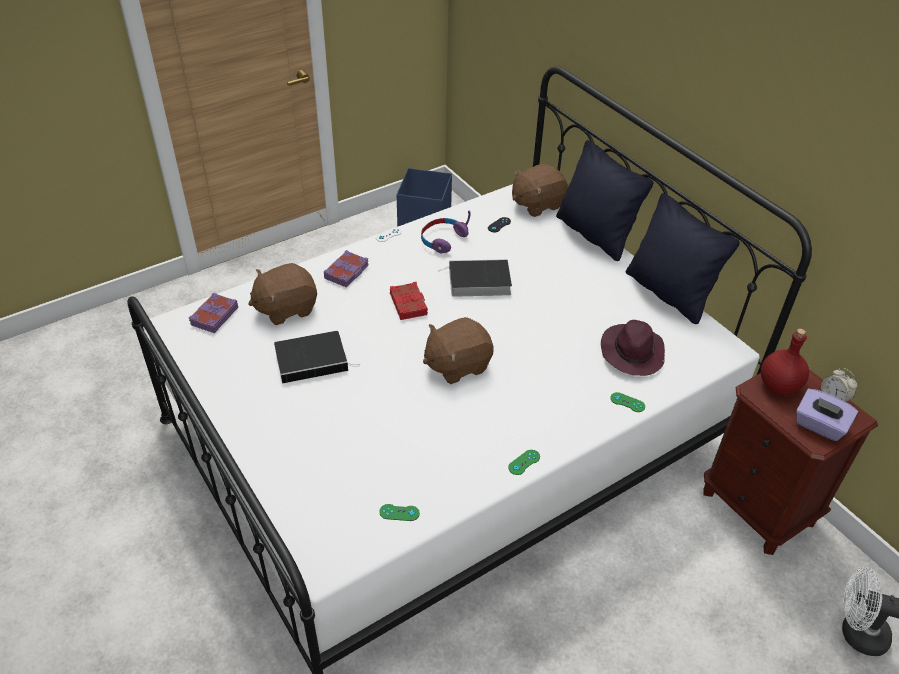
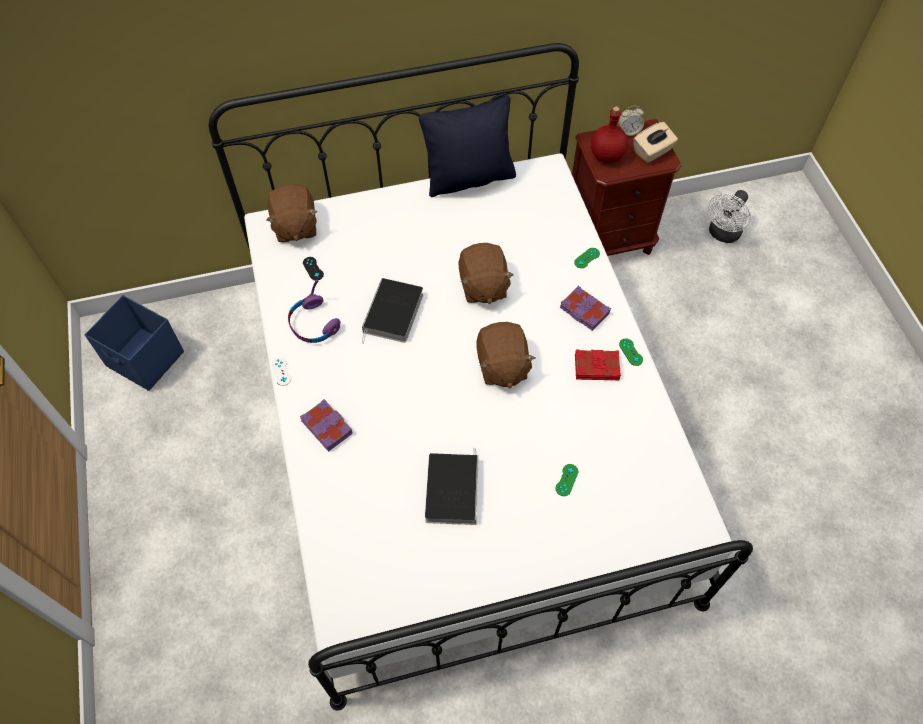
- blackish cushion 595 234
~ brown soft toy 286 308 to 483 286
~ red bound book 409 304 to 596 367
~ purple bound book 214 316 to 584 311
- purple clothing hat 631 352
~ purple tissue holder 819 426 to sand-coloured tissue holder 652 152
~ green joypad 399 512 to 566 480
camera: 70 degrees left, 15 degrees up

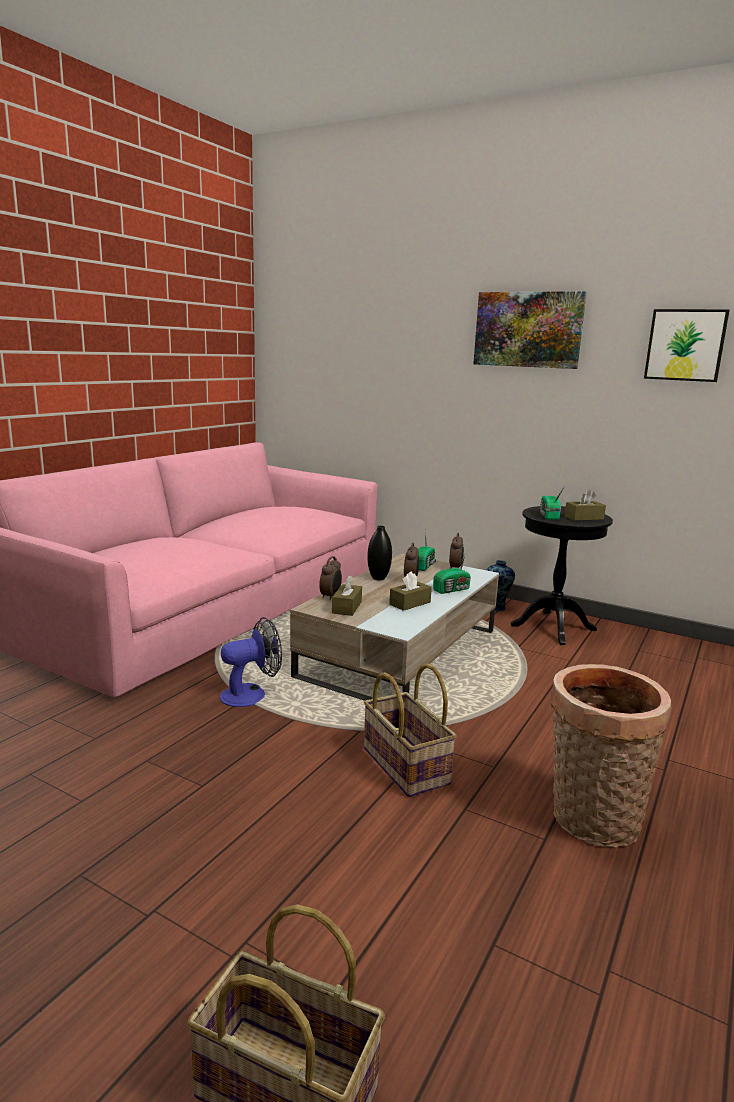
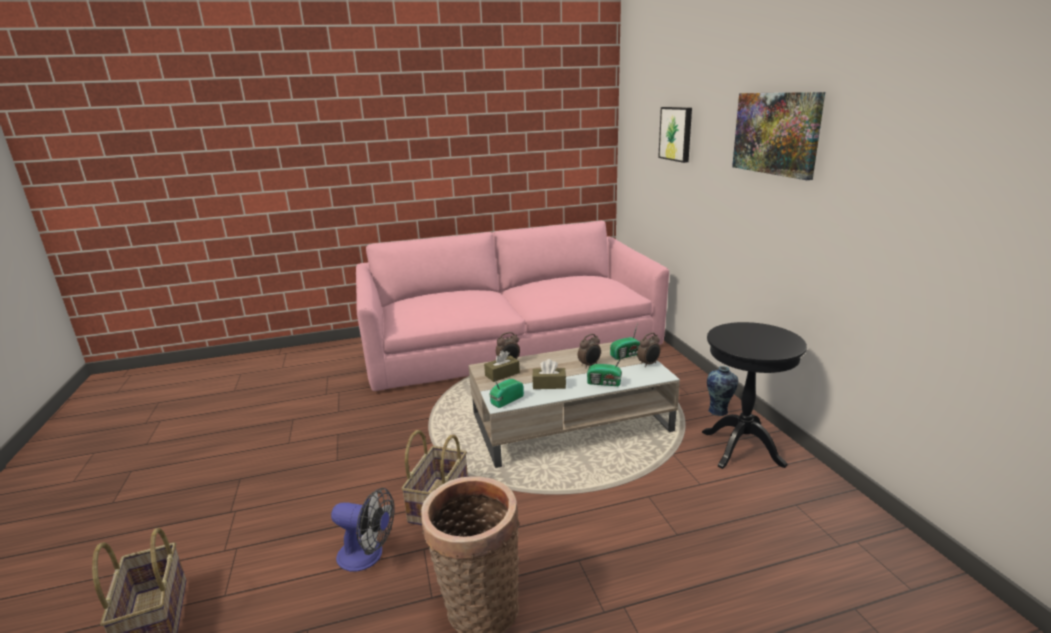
~ wall art 685 345 to 676 133
~ radio set 548 516 to 505 400
- brown tissue holder 584 518
- blackish flower vase 378 578
~ electric fan 251 694 to 367 556
camera: 45 degrees right, 5 degrees up

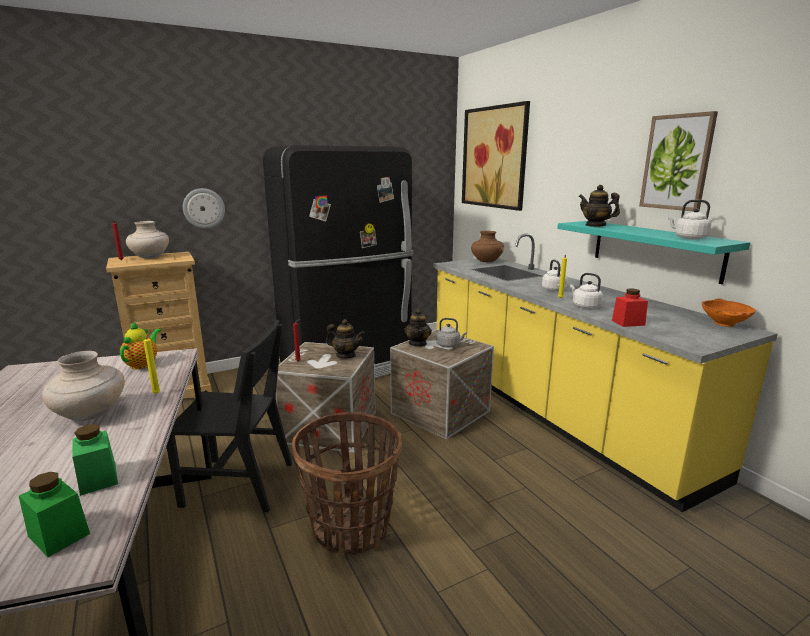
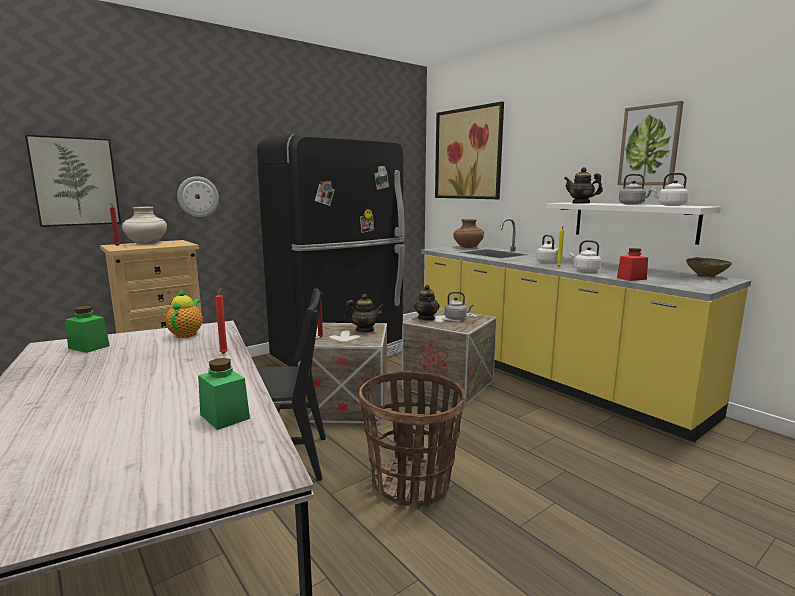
~ turquoise bracket shelf 654 249 to whitish bracket shelf 633 221
~ orange-coloured bowl 724 324 to sand-coloured bowl 706 276
~ yellow-coloured wax candle 157 393 to red wax candle 224 353
- sand-coloured flower vase 90 414
~ green storage jar 59 535 to 89 347
+ wall art 75 181
+ greyish water kettle 633 204
camera: 10 degrees left, 5 degrees down

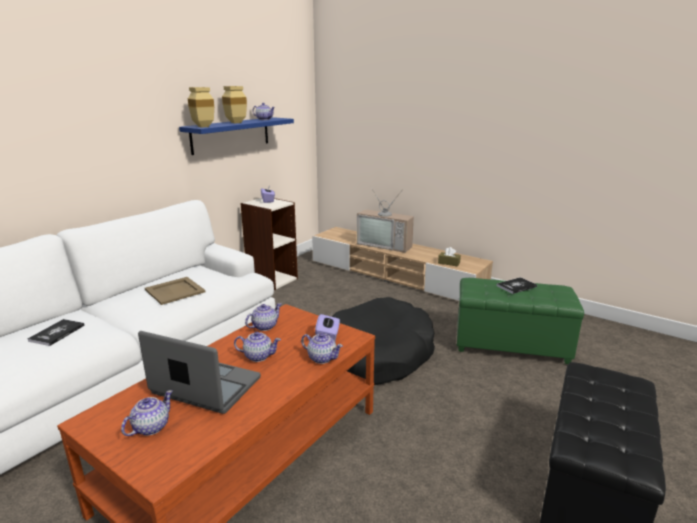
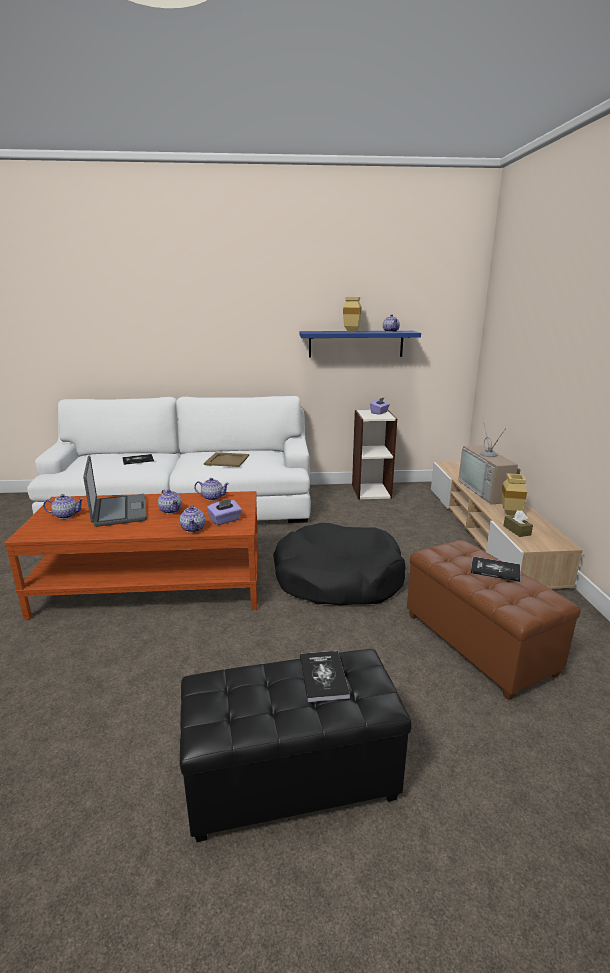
~ sand-coloured flower vase 202 126 to 509 512
~ green ottoman 510 345 to brown ottoman 478 644
+ bound book 323 676
camera: 50 degrees right, 0 degrees up

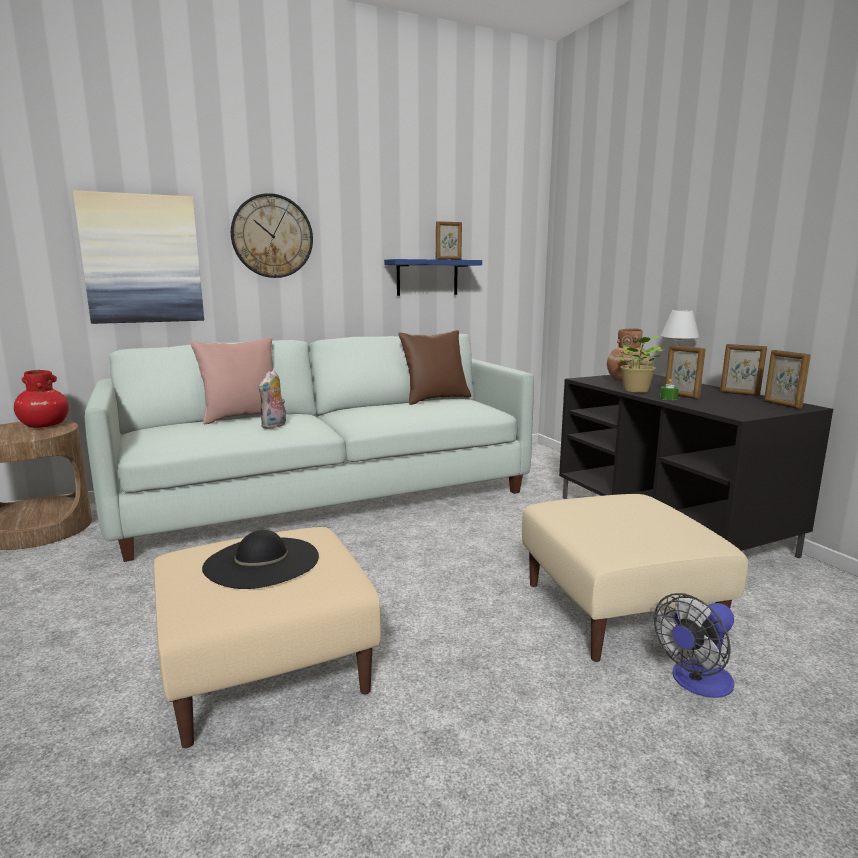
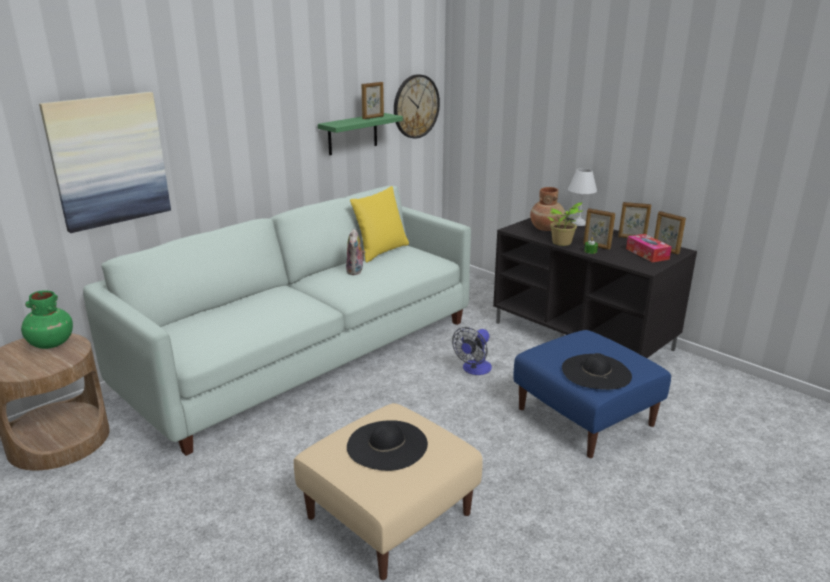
~ hanging clock 272 236 to 416 106
~ bluish bracket shelf 427 277 to green bracket shelf 352 134
~ brown cushion 435 399 to yellow-coloured cushion 381 251
- pinkish cushion 242 417
~ red flower vase 44 425 to green flower vase 51 343
~ soft toy 274 426 to 356 271
~ sand-coloured ottoman 620 610 to bluish ottoman 586 417
~ electric fan 696 683 to 474 370
+ tissue holder 647 254
+ blackish clothing hat 596 372
camera: 20 degrees left, 10 degrees up

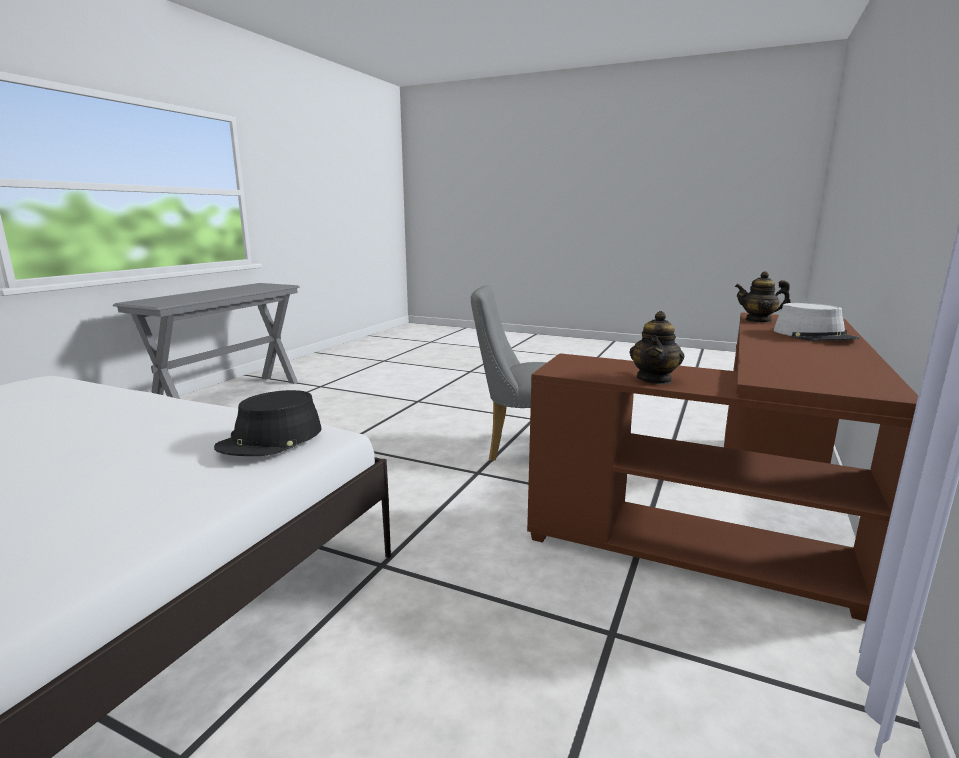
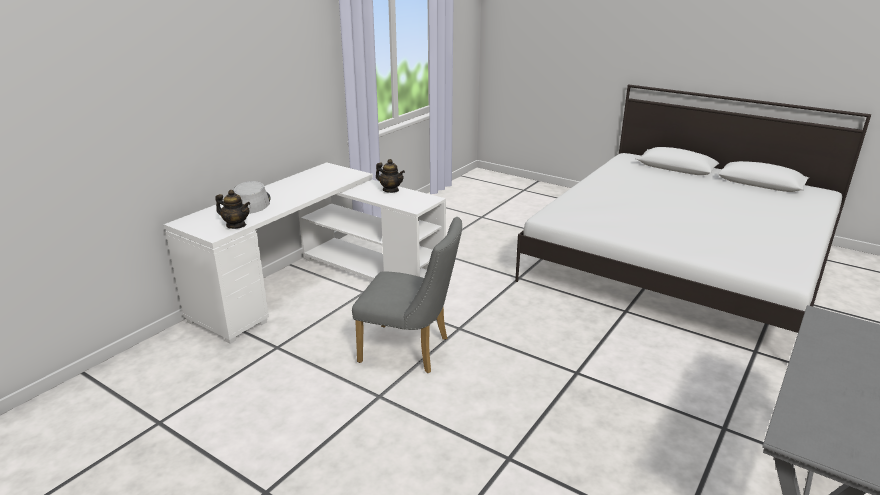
~ pot for tea 654 379 = 390 190 90 degrees clockwise
~ brown desk table 738 513 to whitish desk table 318 285
- blackish clothing hat 271 439
camera: 170 degrees left, 10 degrees up

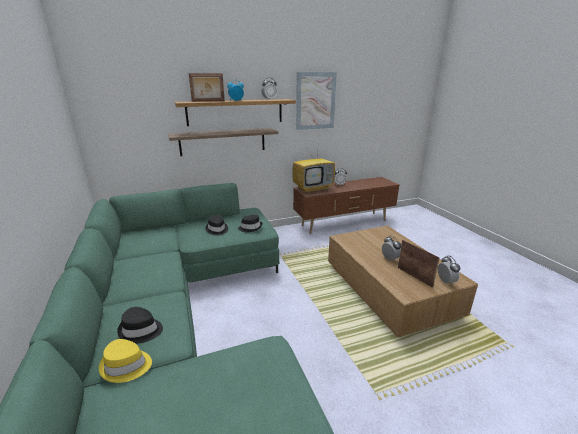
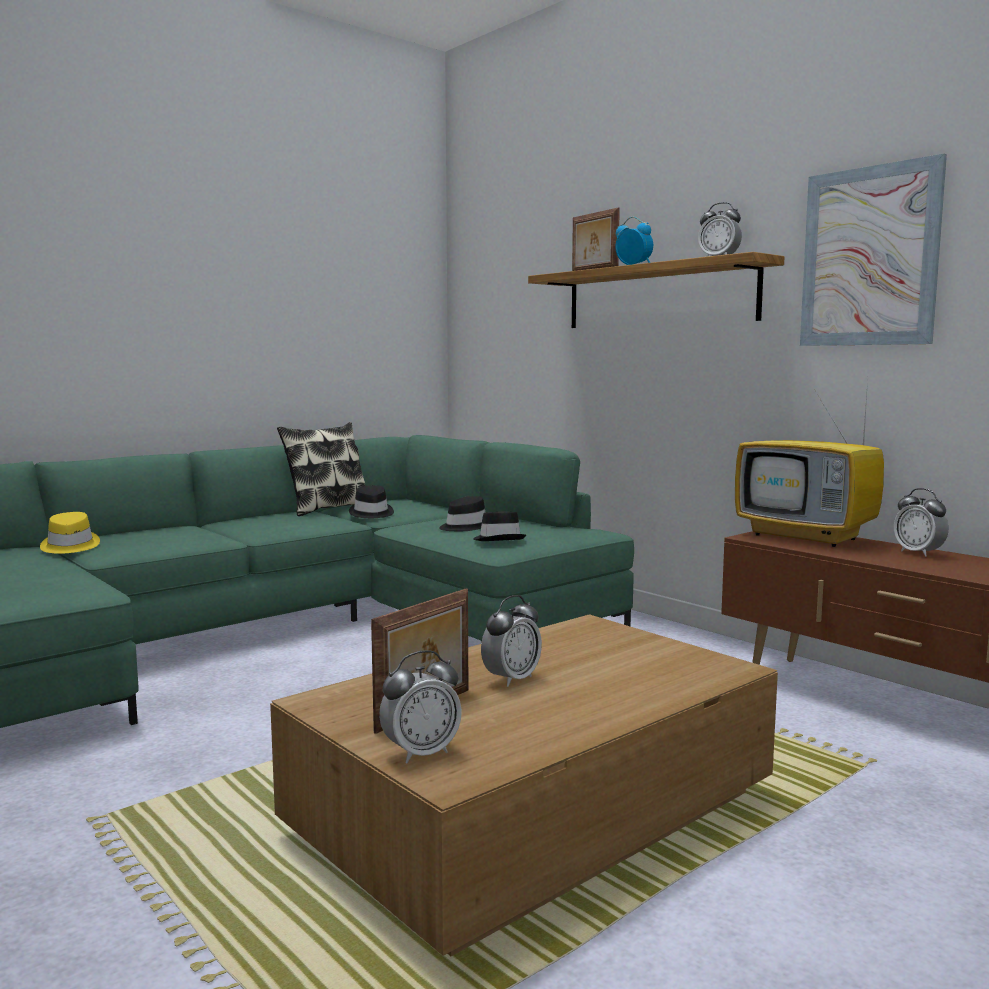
- bracket shelf 223 141
~ blackish clothing hat 141 330 to 371 513
+ cushion 327 509
camera: 70 degrees right, 15 degrees down

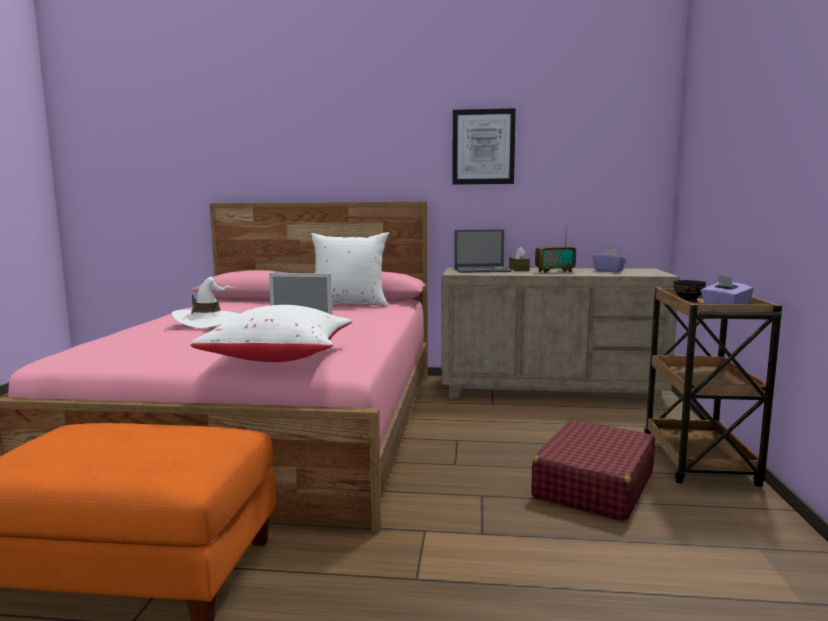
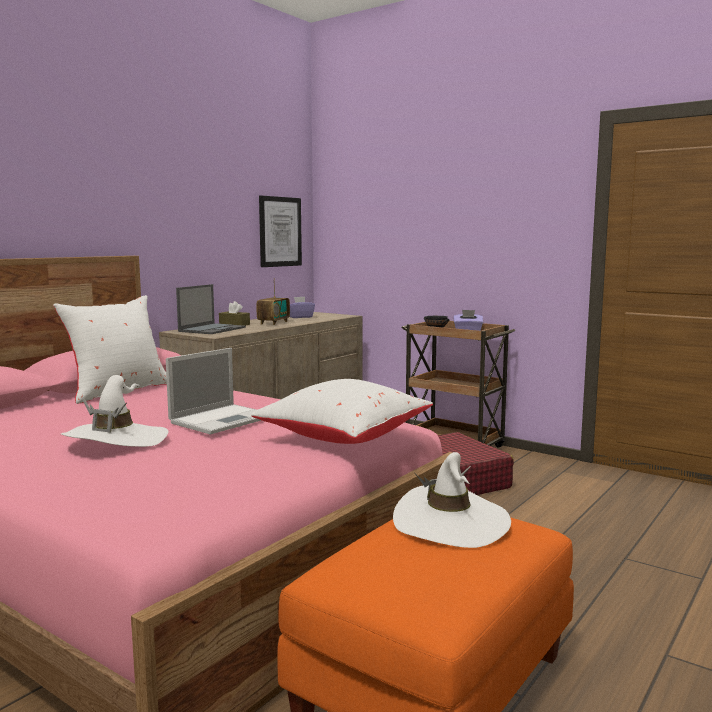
~ wall art 483 147 to 280 231
+ whitish clothing hat 451 523
camera: 60 degrees left, 0 degrees up

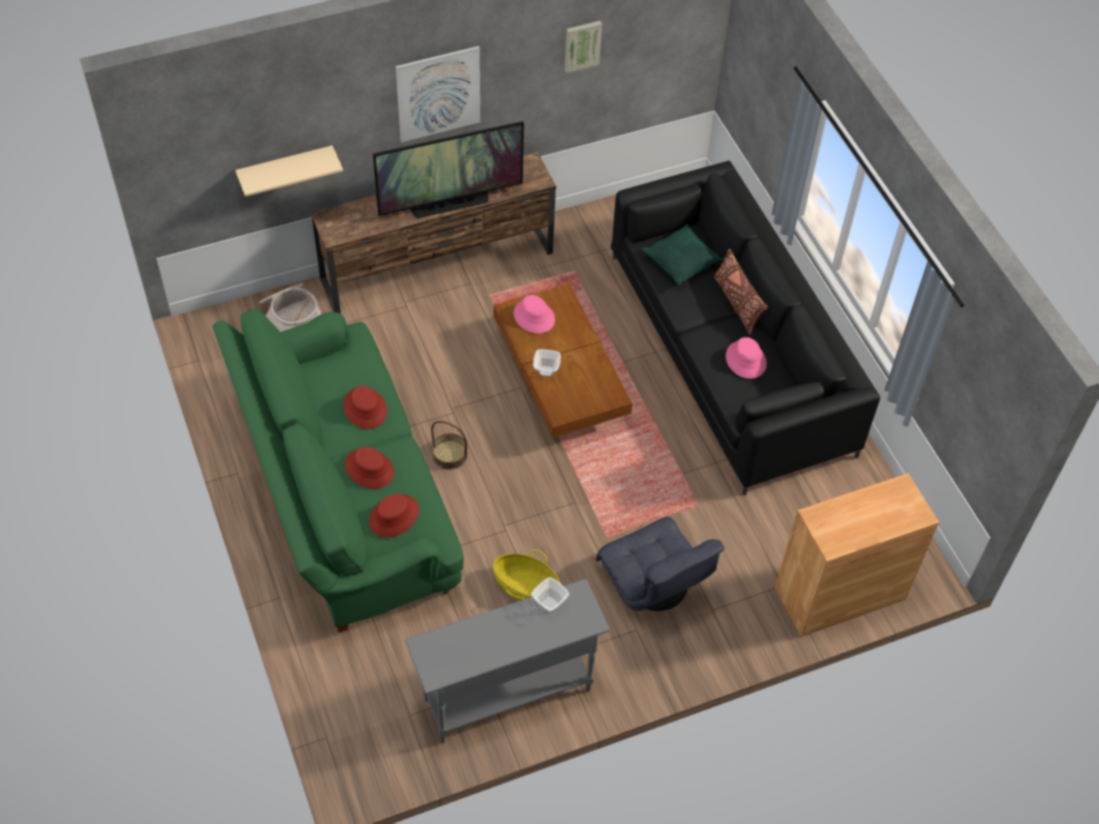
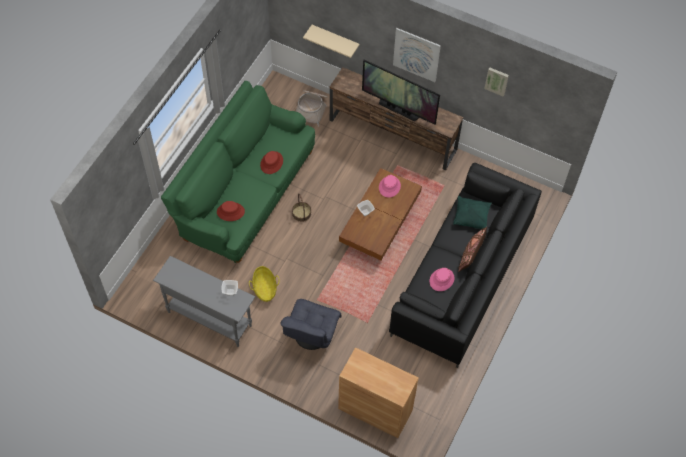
- red clothing hat 369 469
camera: 50 degrees right, 5 degrees up

